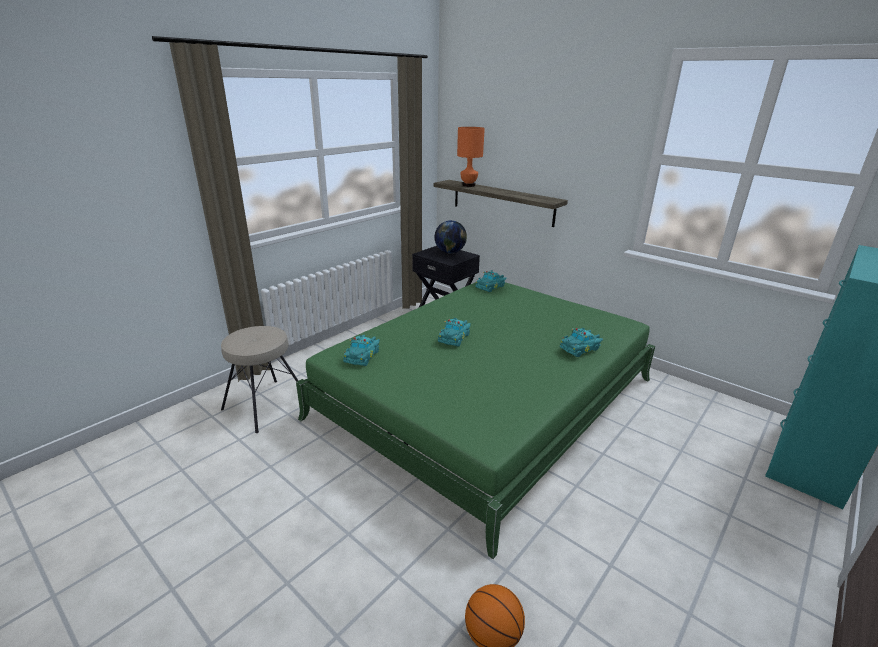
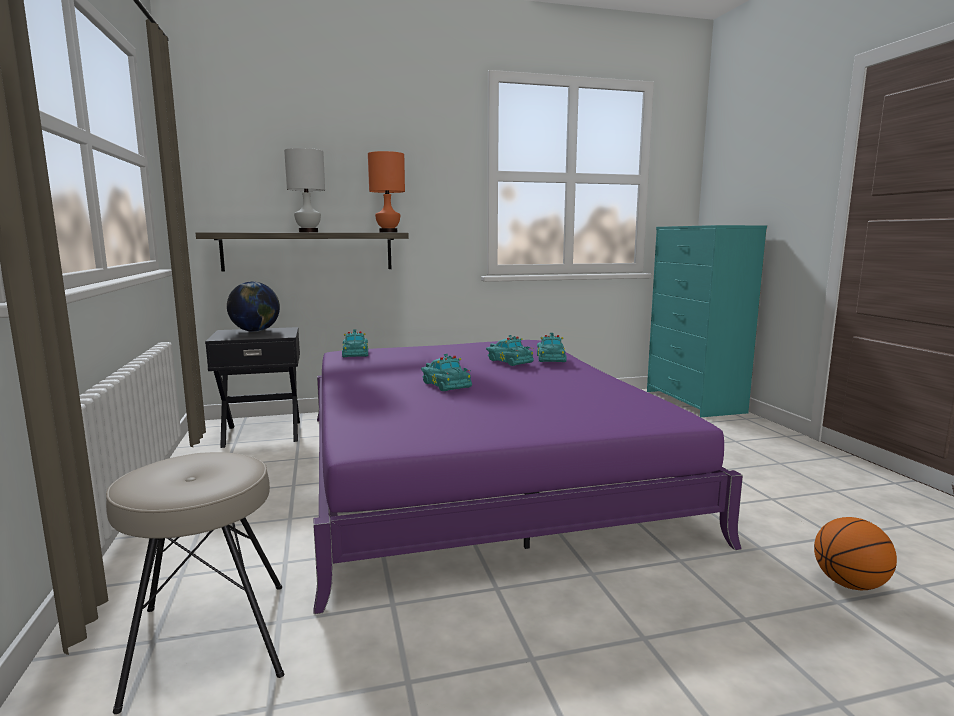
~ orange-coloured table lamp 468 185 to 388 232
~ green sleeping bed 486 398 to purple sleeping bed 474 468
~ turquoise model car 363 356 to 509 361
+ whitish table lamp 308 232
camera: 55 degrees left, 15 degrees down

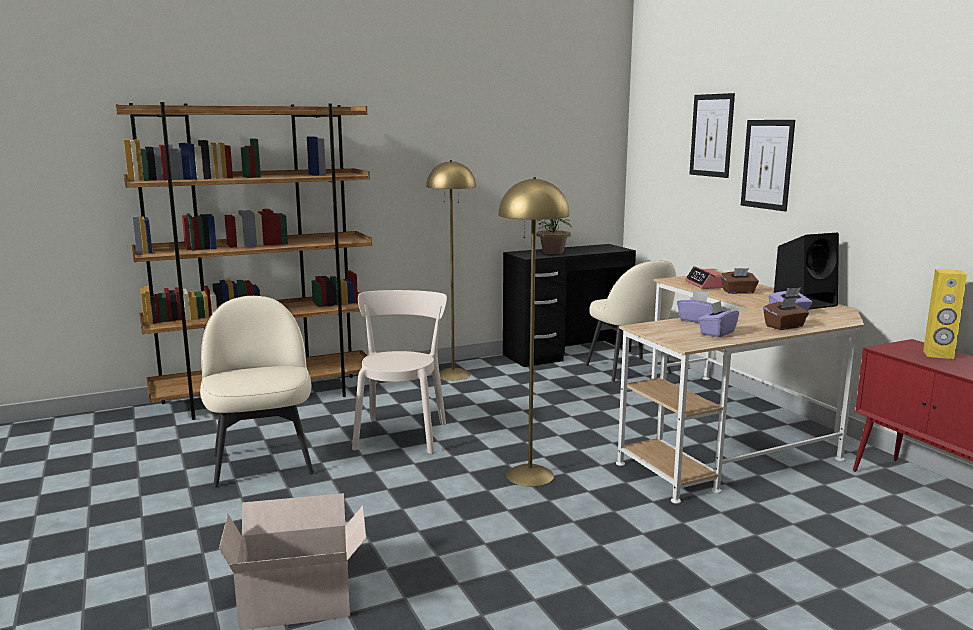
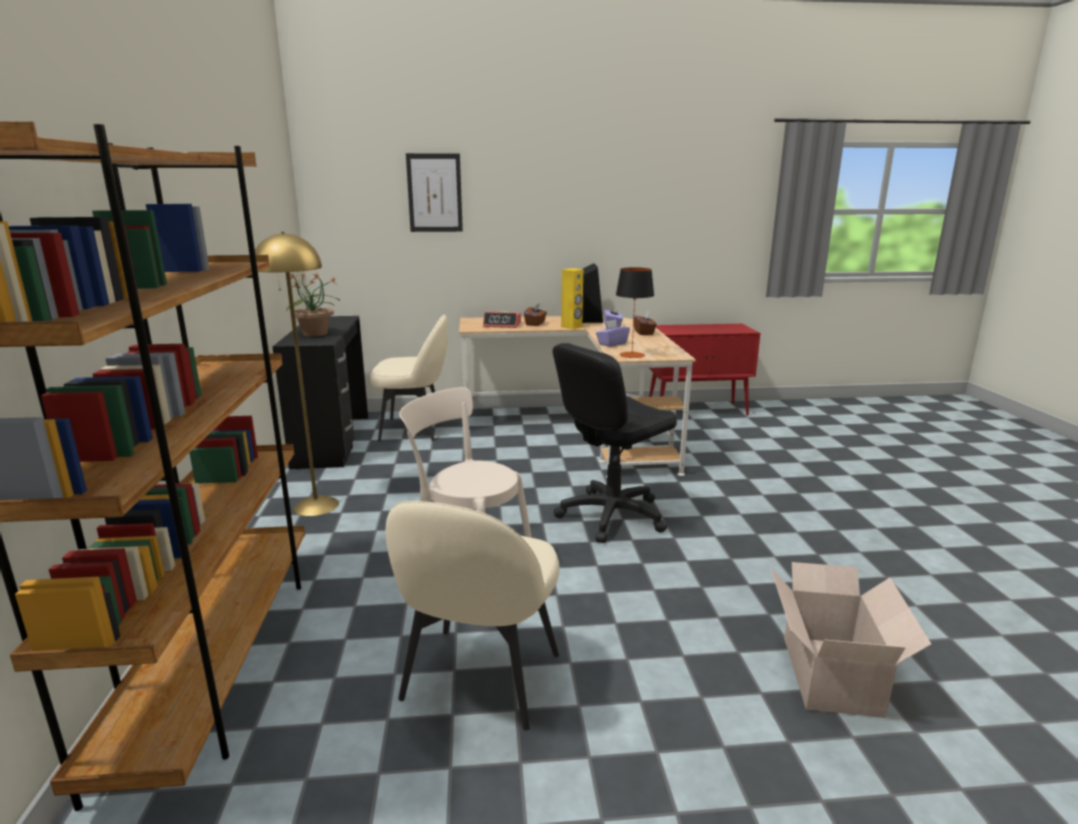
- wall art 767 164
~ yellow-coloured standing lamp 529 475 to blackish computer chair 611 515
~ yellow-coloured audio speaker 938 355 to 571 327
~ sand-coloured plain chair 262 463 = 479 679 75 degrees counterclockwise
- purple tissue holder 717 333
+ table lamp 632 355
camera: 70 degrees left, 5 degrees up

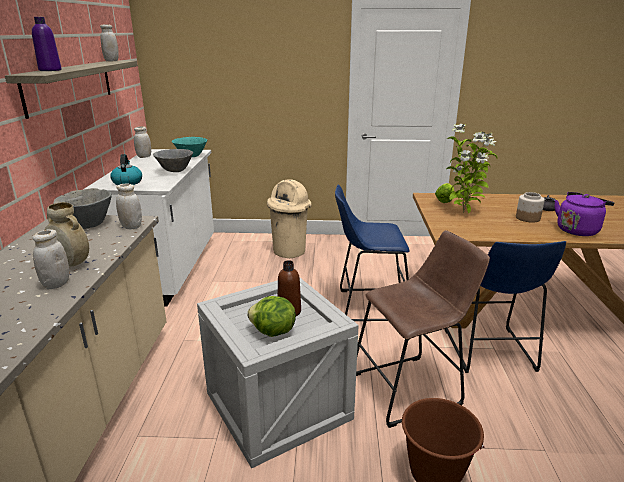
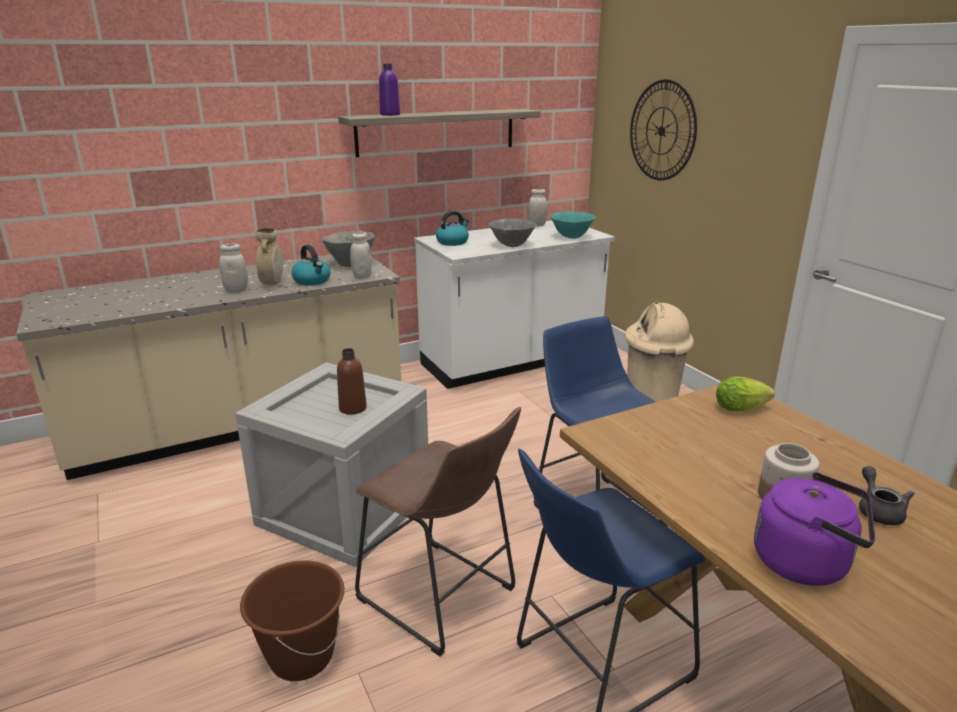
- whitish storage jar 112 61
- houseplant 464 213
- lettuce 273 332
+ hanging clock 662 131
+ water kettle 312 281
camera: 60 degrees right, 0 degrees up

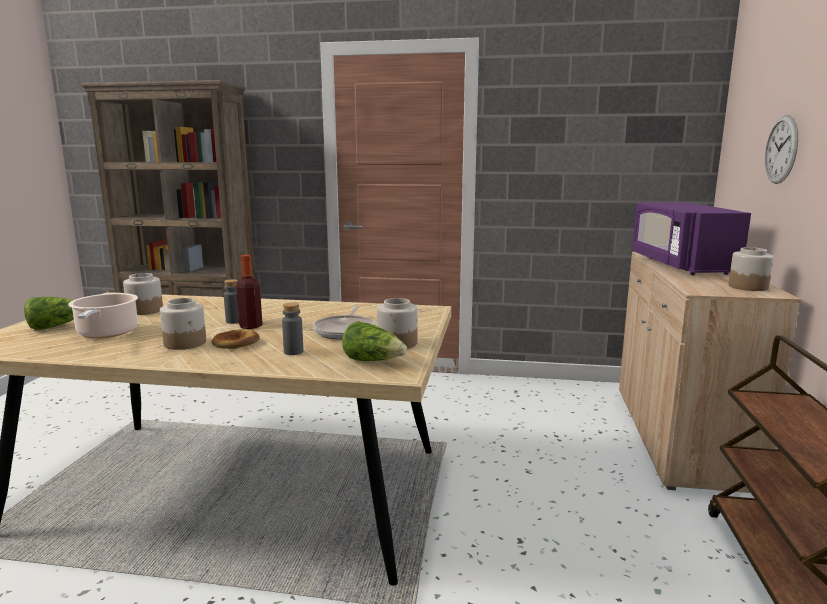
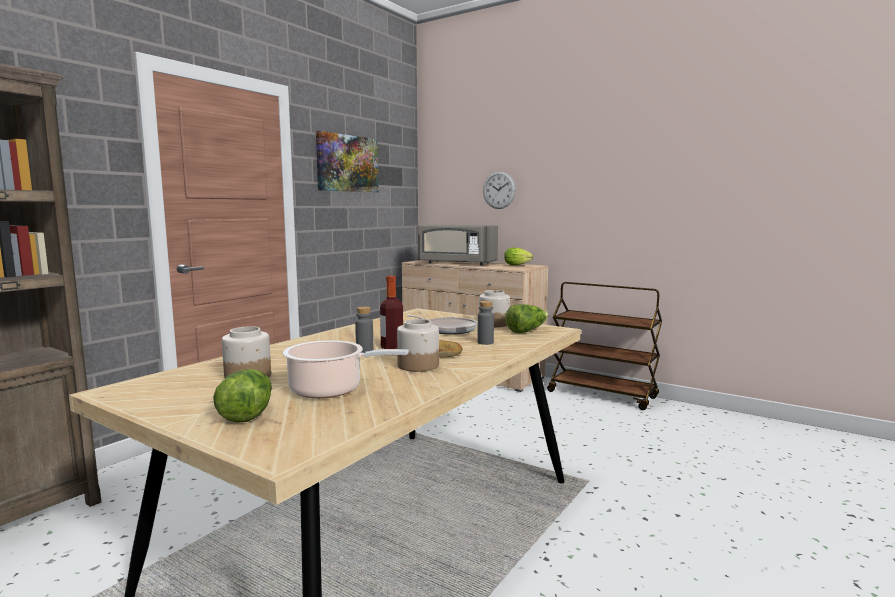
~ purple microwave 680 265 to greyish microwave 456 263
~ storage jar 748 287 to lettuce 518 265
+ wall art 347 163
camera: 65 degrees left, 5 degrees down

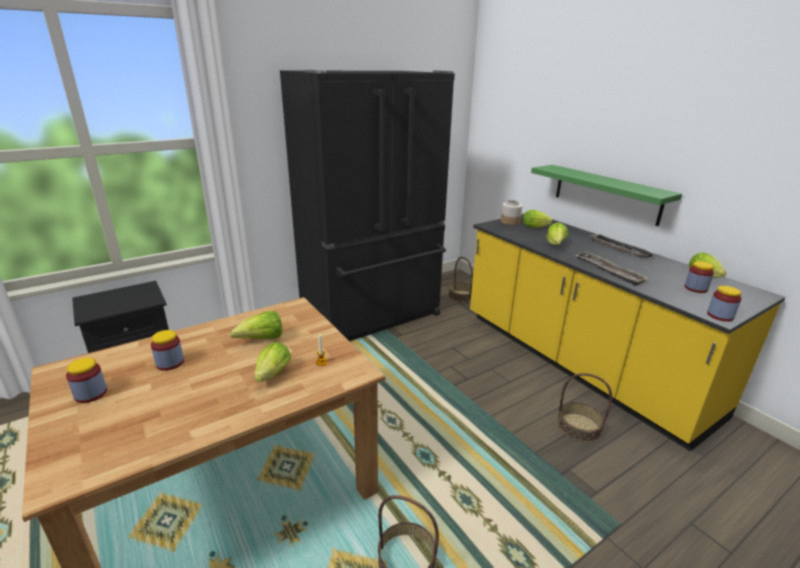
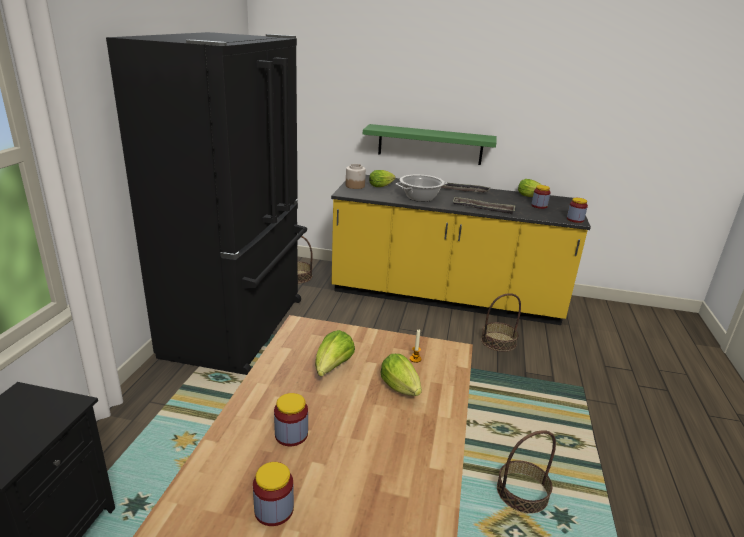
~ lettuce 555 245 to stockpot 420 198
camera: 45 degrees left, 0 degrees up

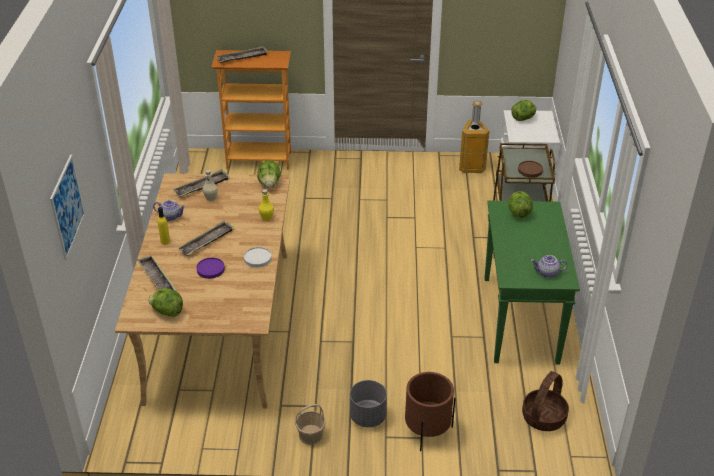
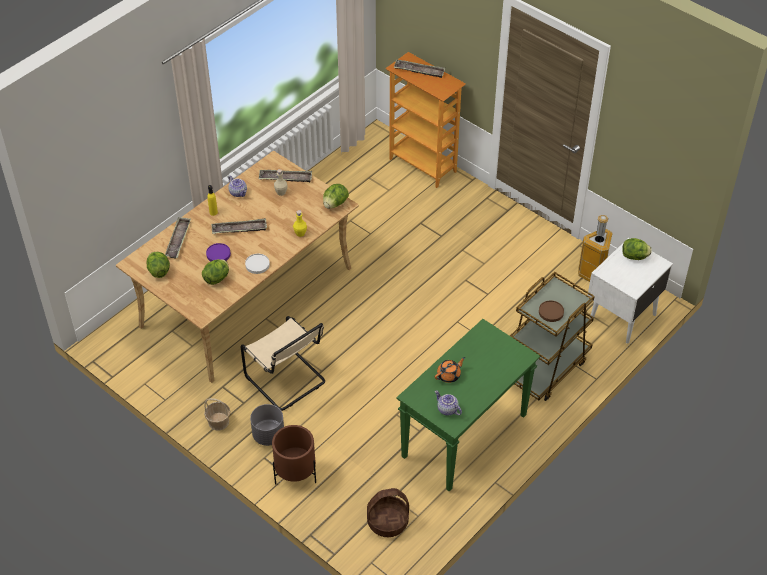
- wall art 67 207
~ lettuce 518 213 to 217 278
+ sand-coloured plain chair 287 381
+ orange-coloured pot for tea 449 375
camera: 40 degrees right, 10 degrees up

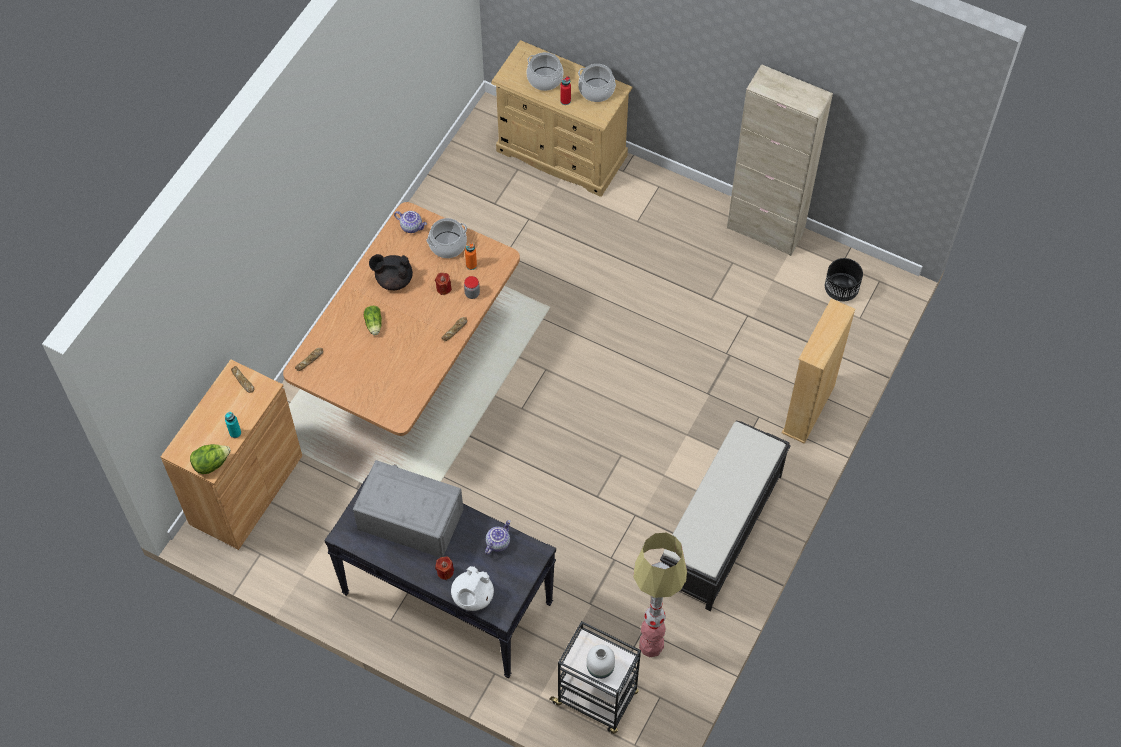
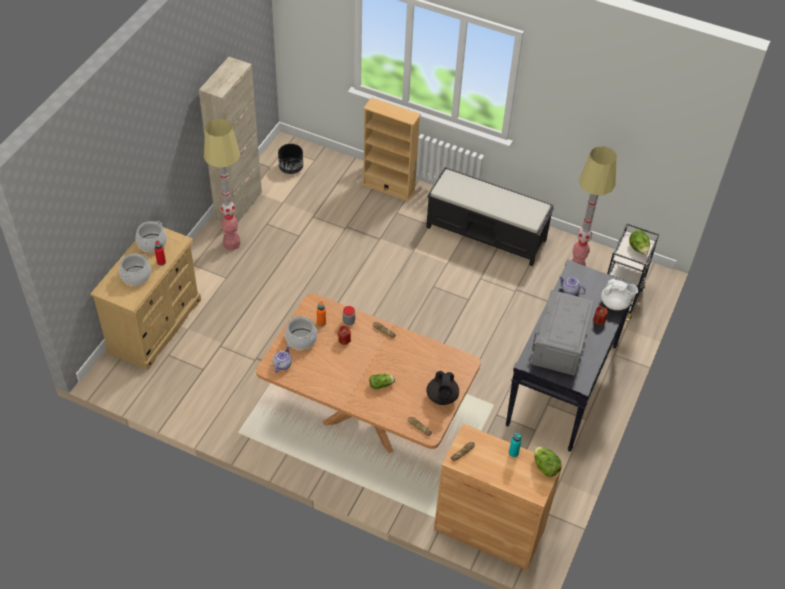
~ blackish pot for tea 393 279 to 442 397
~ whitish flower vase 601 668 to lettuce 638 249
+ standing lamp 232 244
camera: 95 degrees left, 10 degrees down

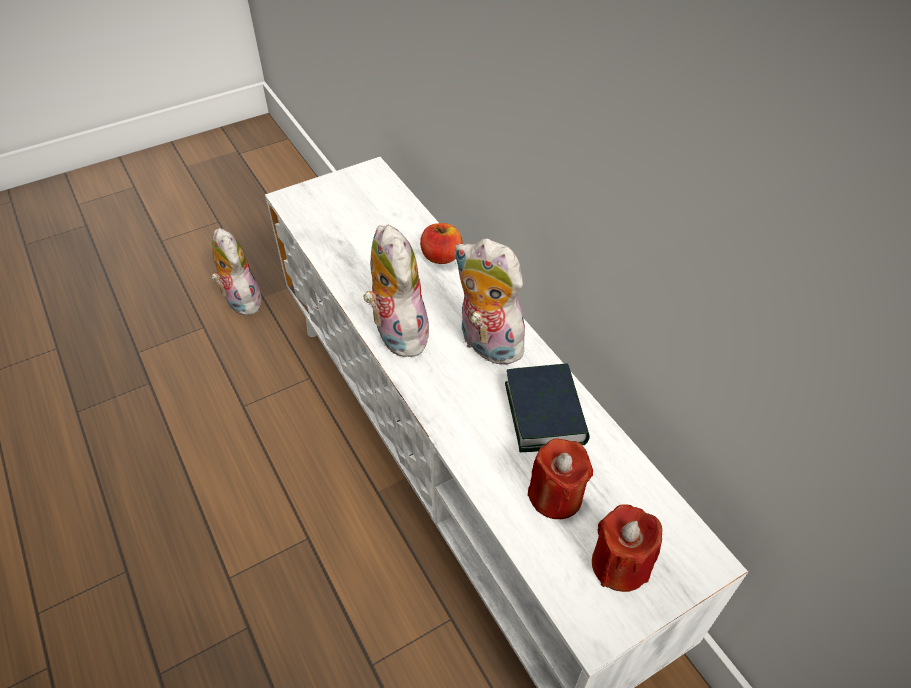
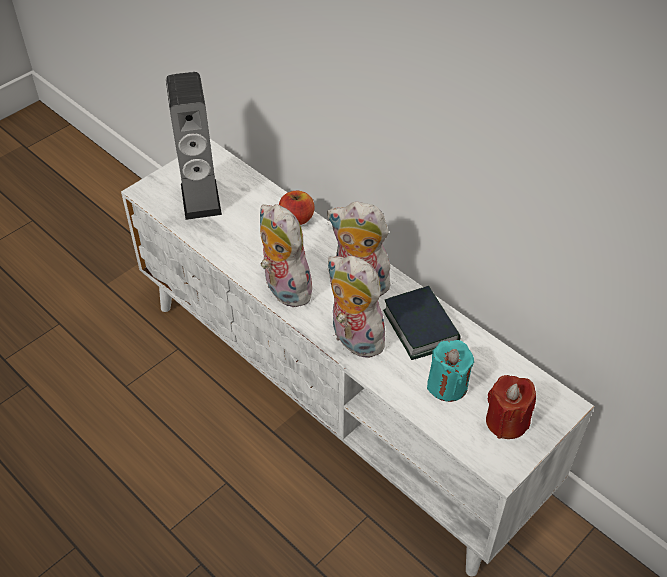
~ soft toy 240 300 to 353 339
~ red wax candle 556 496 to turquoise wax candle 447 385
+ audio speaker 201 199
camera: 15 degrees left, 0 degrees up

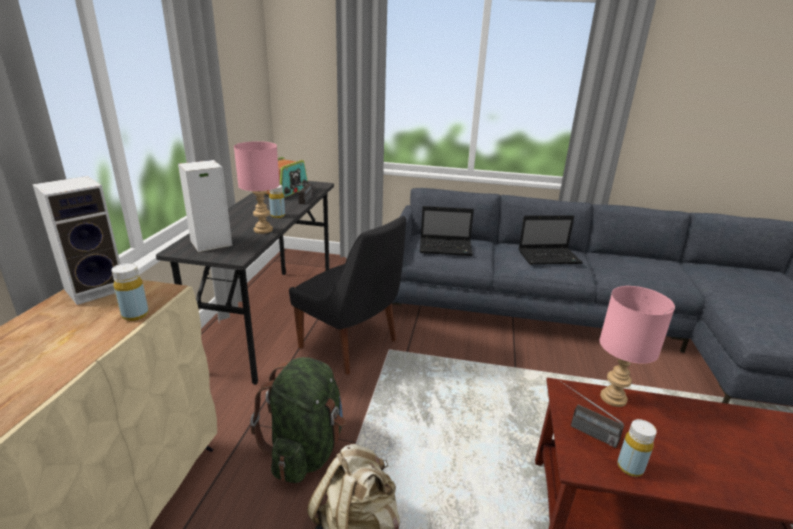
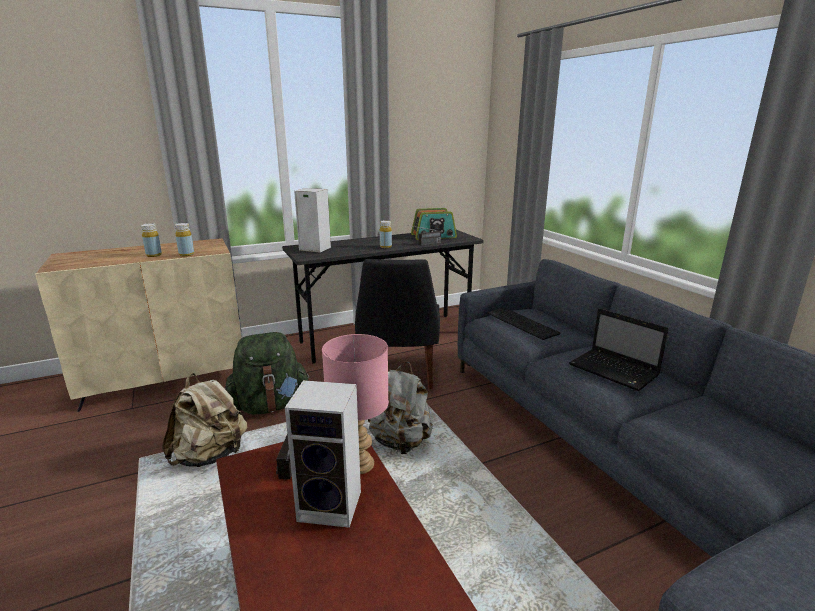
- pinkish table lamp 263 230
~ audio speaker 97 288 to 332 505
~ portable computer 446 248 to computer keyboard 523 323
~ yellow-coloured bottle 630 467 to 154 255
+ greyish knapsack 401 442
camera: 55 degrees right, 5 degrees down

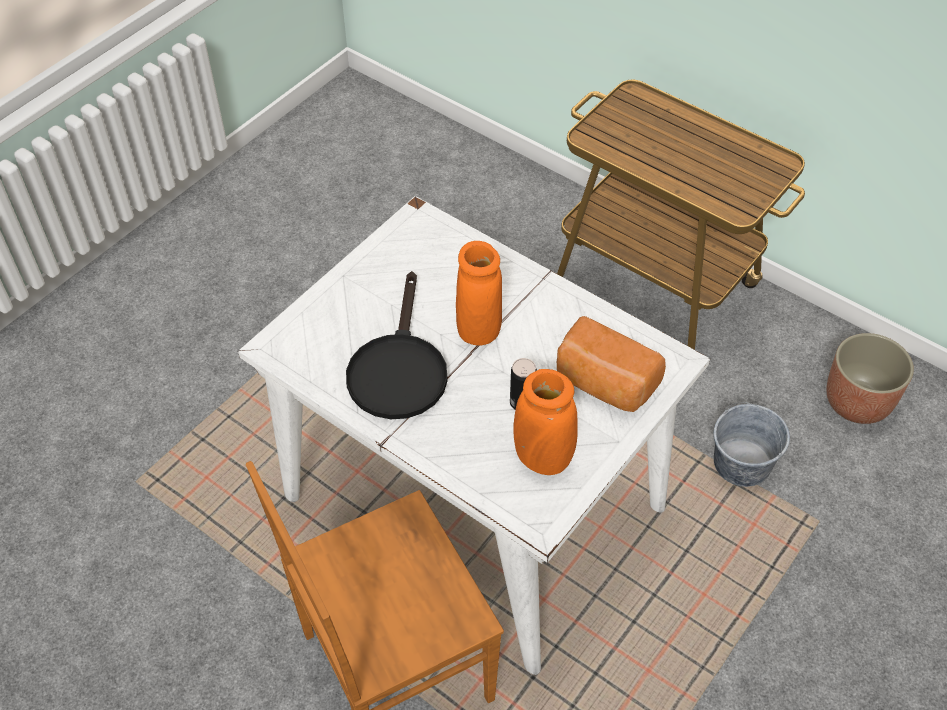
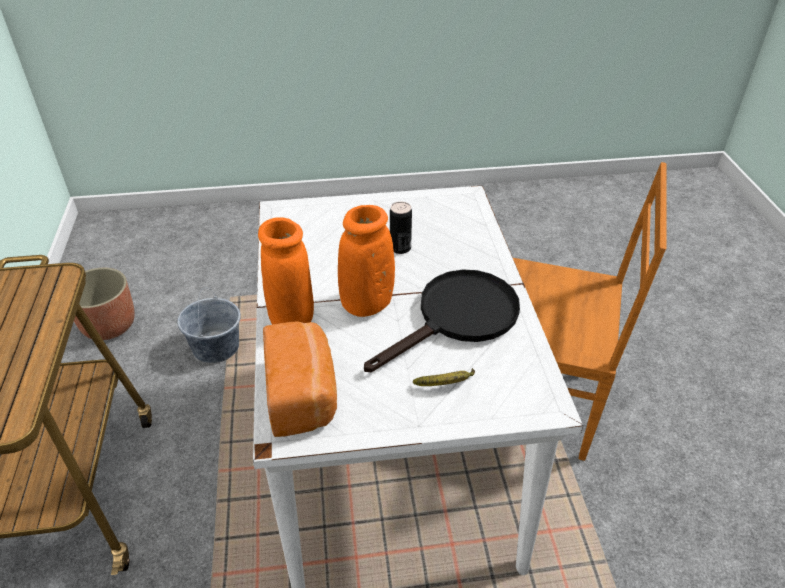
~ bakery bread 604 384 to 303 394
~ orange-coloured flower vase 542 457 to 292 318
+ banana fruit 446 384
camera: 135 degrees left, 10 degrees down

